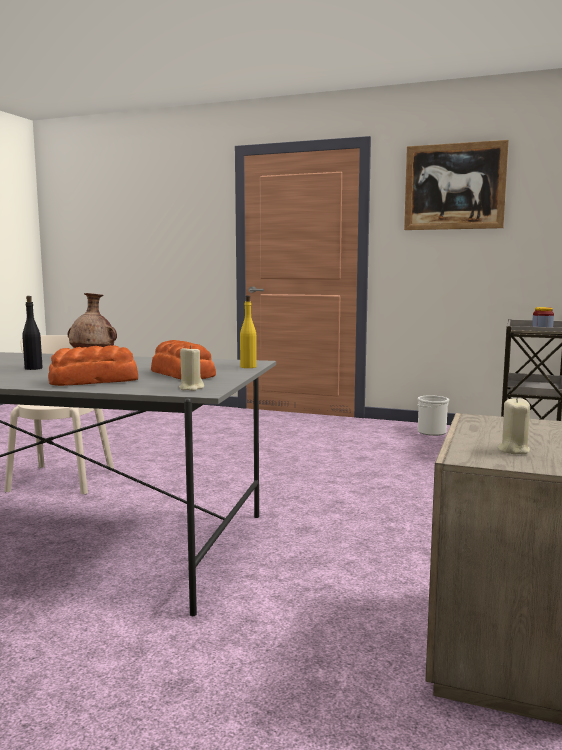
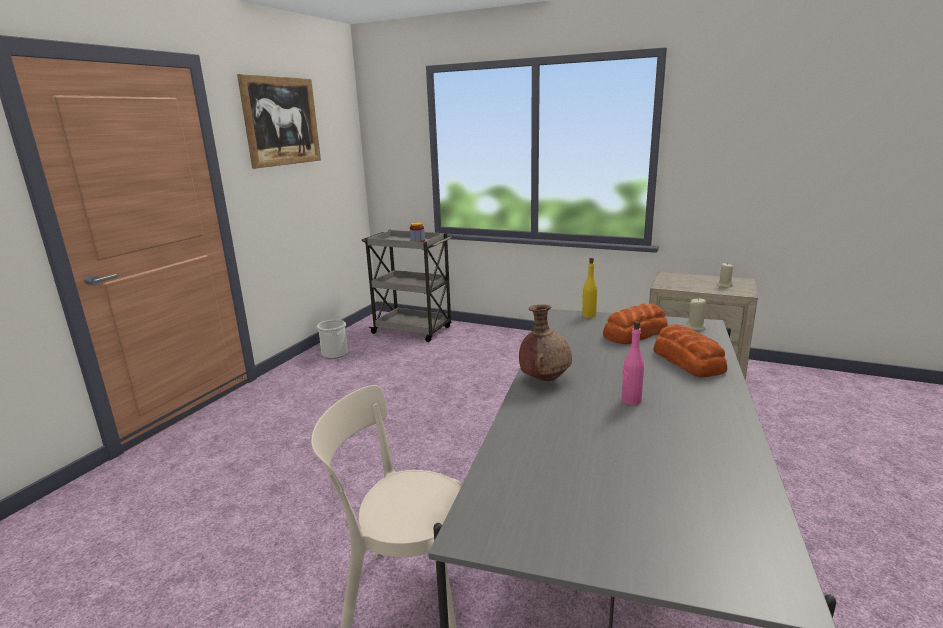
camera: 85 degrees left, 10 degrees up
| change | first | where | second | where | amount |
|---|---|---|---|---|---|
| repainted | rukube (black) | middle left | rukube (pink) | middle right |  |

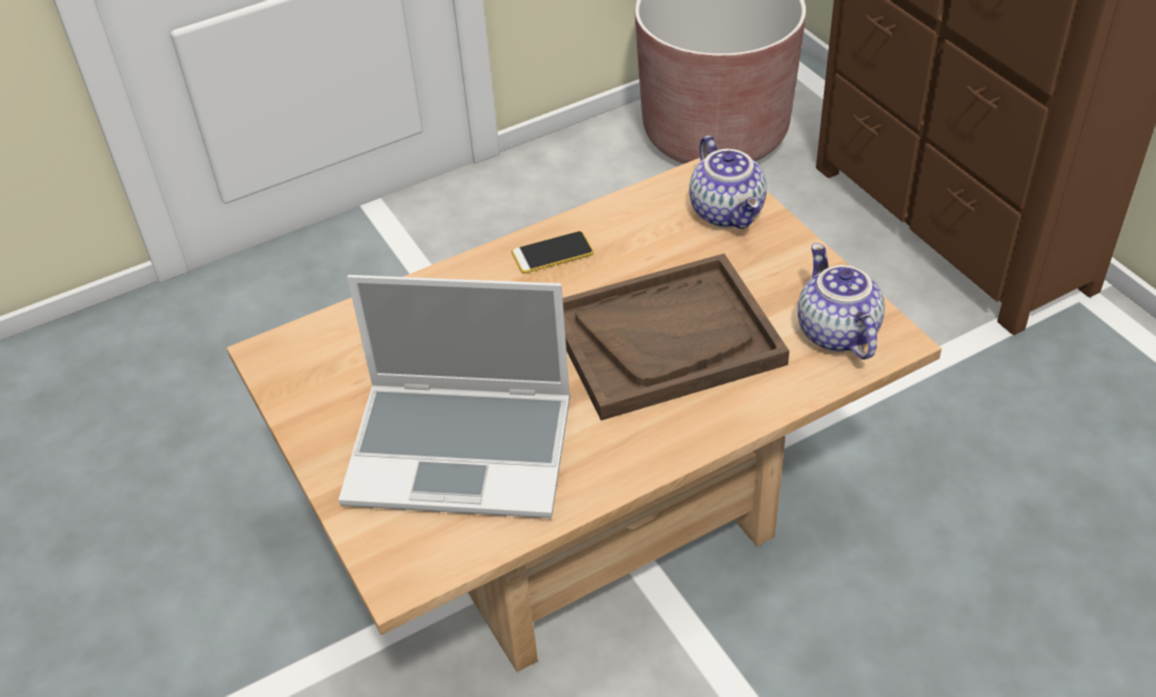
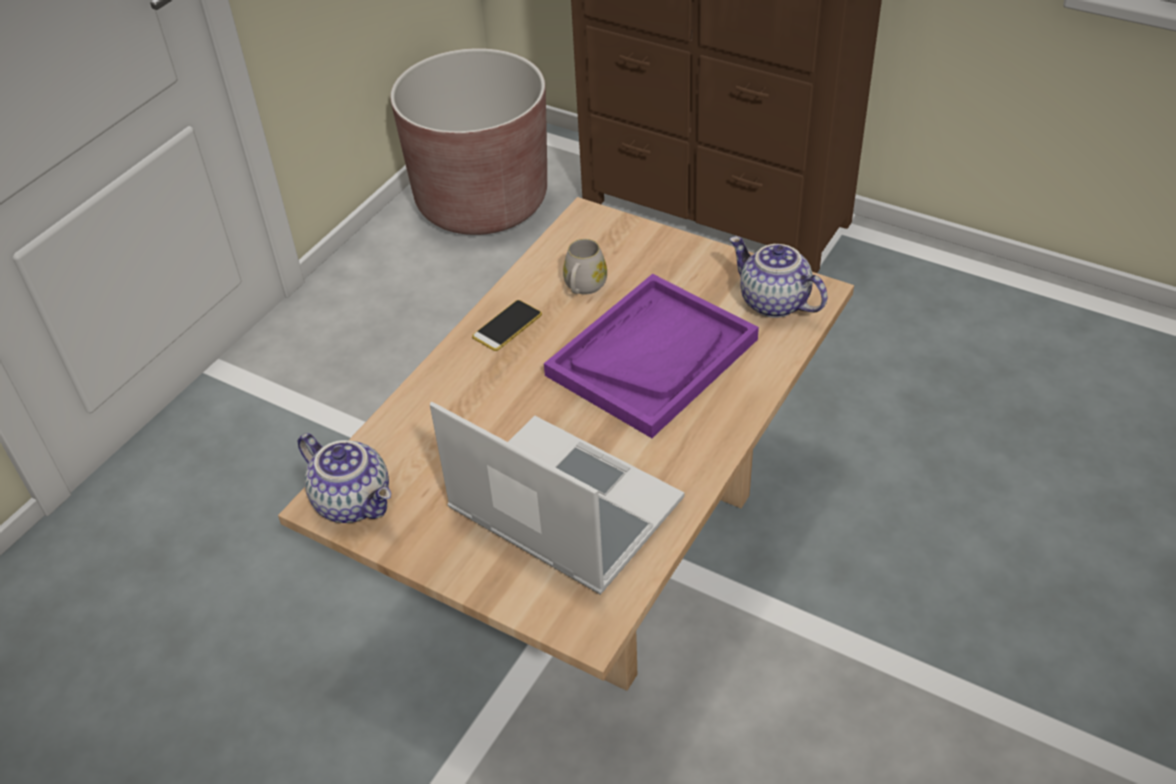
camera: 30 degrees left, 0 degrees up
| change | first | where | second | where | amount |
|---|---|---|---|---|---|
| rotated | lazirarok | centre |  | centre | 120 degrees counterclockwise |
| repainted | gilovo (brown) | centre | gilovo (purple) | centre |  |
| shifted | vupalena (no. 1 from left) | top centre |  | middle left |  |
| new |  |  | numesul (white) | centre |  |

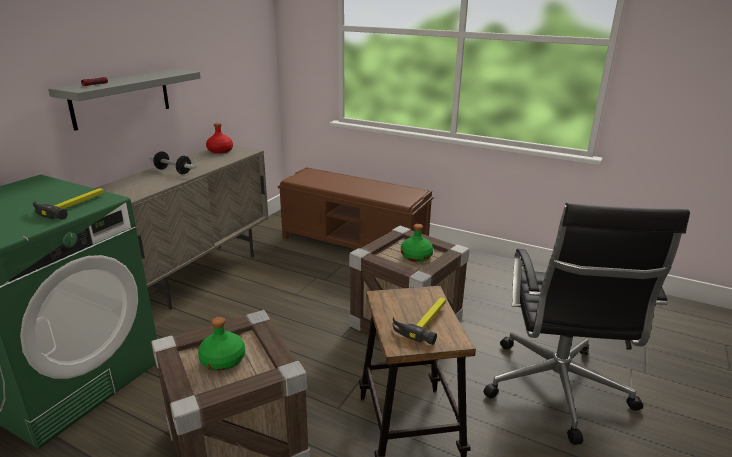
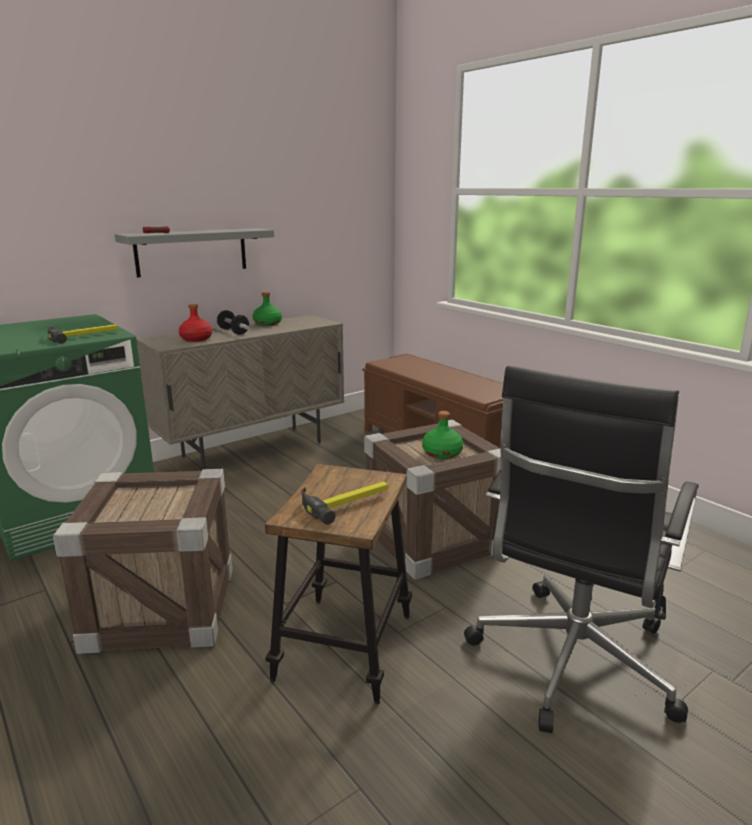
camera: 25 degrees right, 5 degrees down
| change | first | where | second | where | amount |
|---|---|---|---|---|---|
| shifted | rukube (green) (no. 1 from left) | bottom left |  | centre |  |
| shifted | rukube (red) | top left |  | middle left |  |

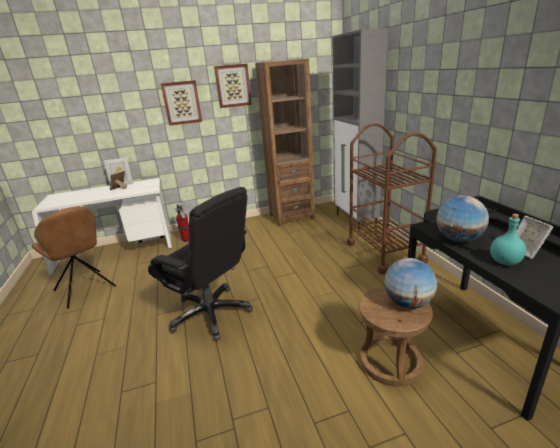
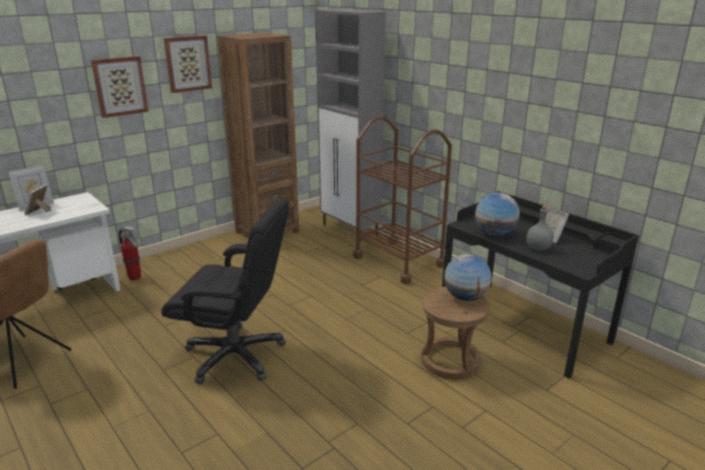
camera: 25 degrees left, 0 degrees up
| change | first | where | second | where | amount |
|---|---|---|---|---|---|
| repainted | rukube (turquoise) | middle right | rukube (grey) | middle right |  |

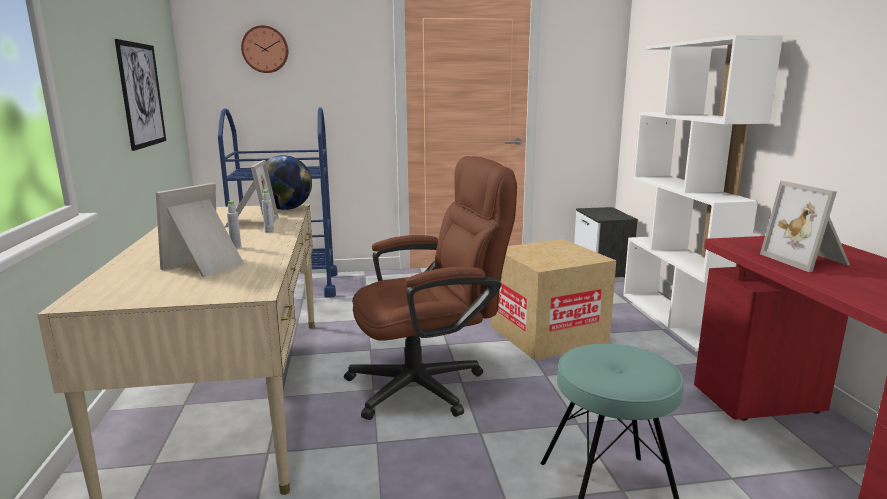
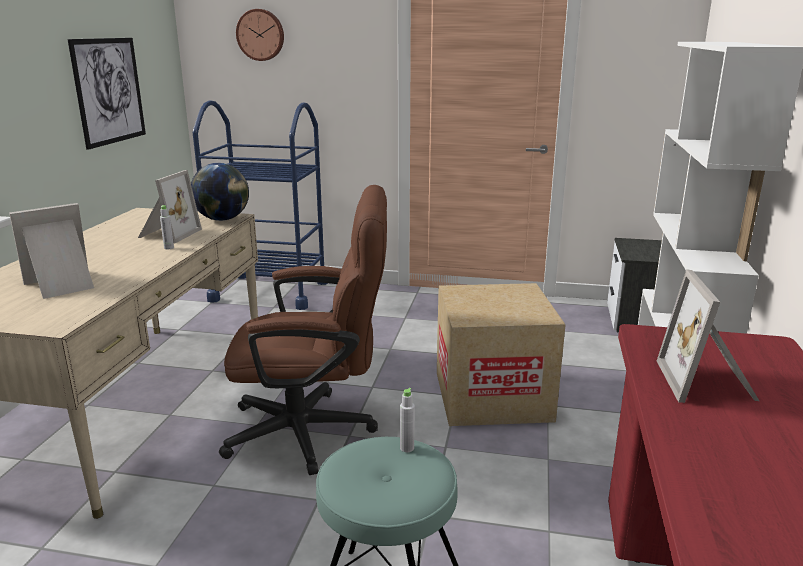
camera: 20 degrees right, 5 degrees up
| change | first | where | second | where | amount |
|---|---|---|---|---|---|
| shifted | rukube (grey) (no. 1 from left in the first image) | middle left | rukube (grey) (no. 2 from left) | bottom centre |  |

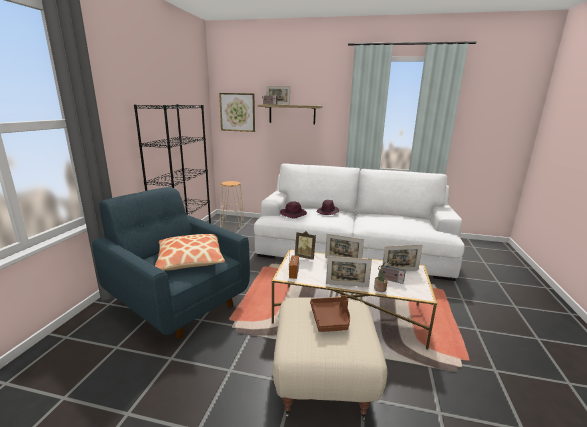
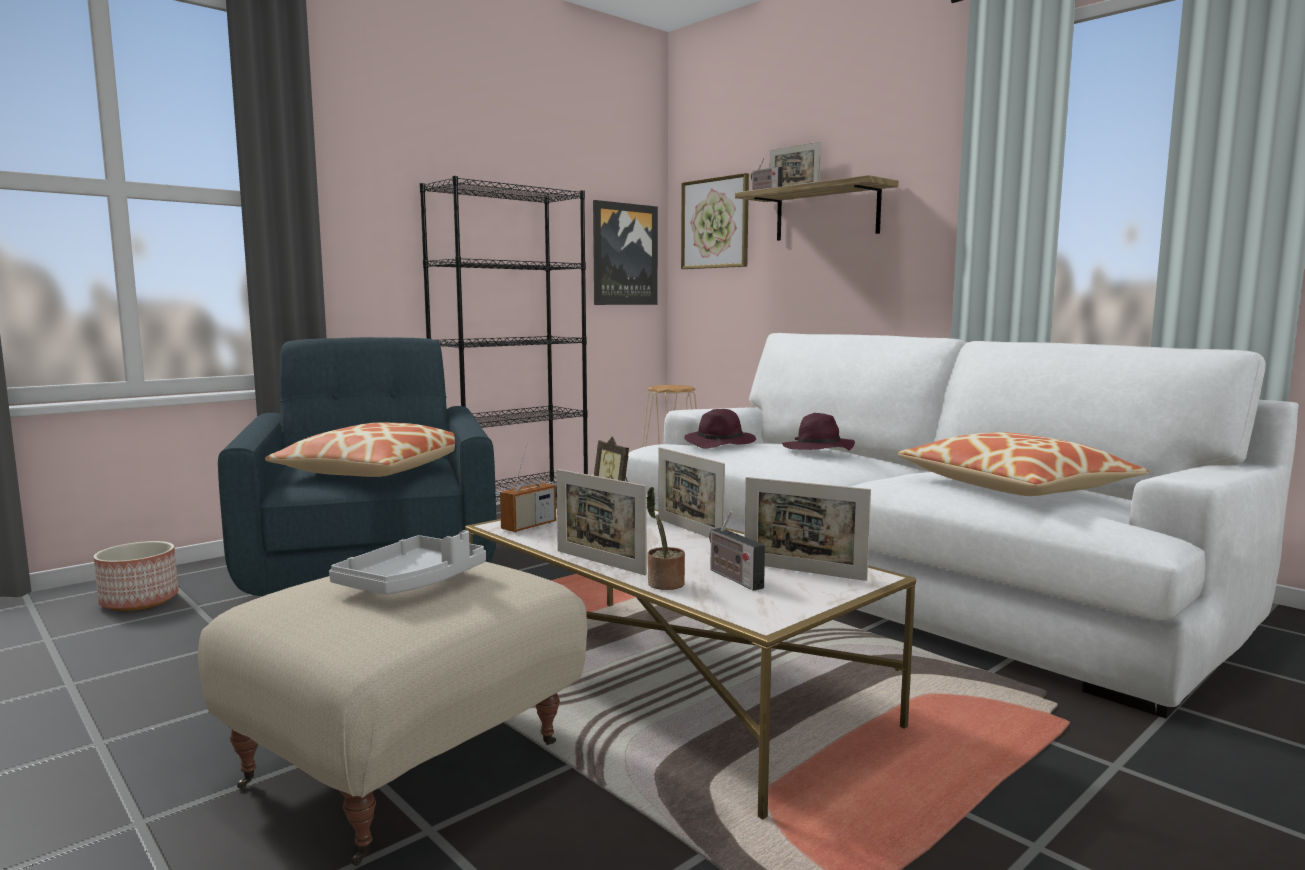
camera: 35 degrees right, 10 degrees down
| change | first | where | second | where | amount |
|---|---|---|---|---|---|
| repainted | gilovo (brown) | bottom centre | gilovo (grey) | middle left |  |
| new |  |  | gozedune | middle left |  |
| new |  |  | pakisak (no. 1 from left) | top centre |  |
| new |  |  | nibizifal (no. 2 from left) | middle right |  |

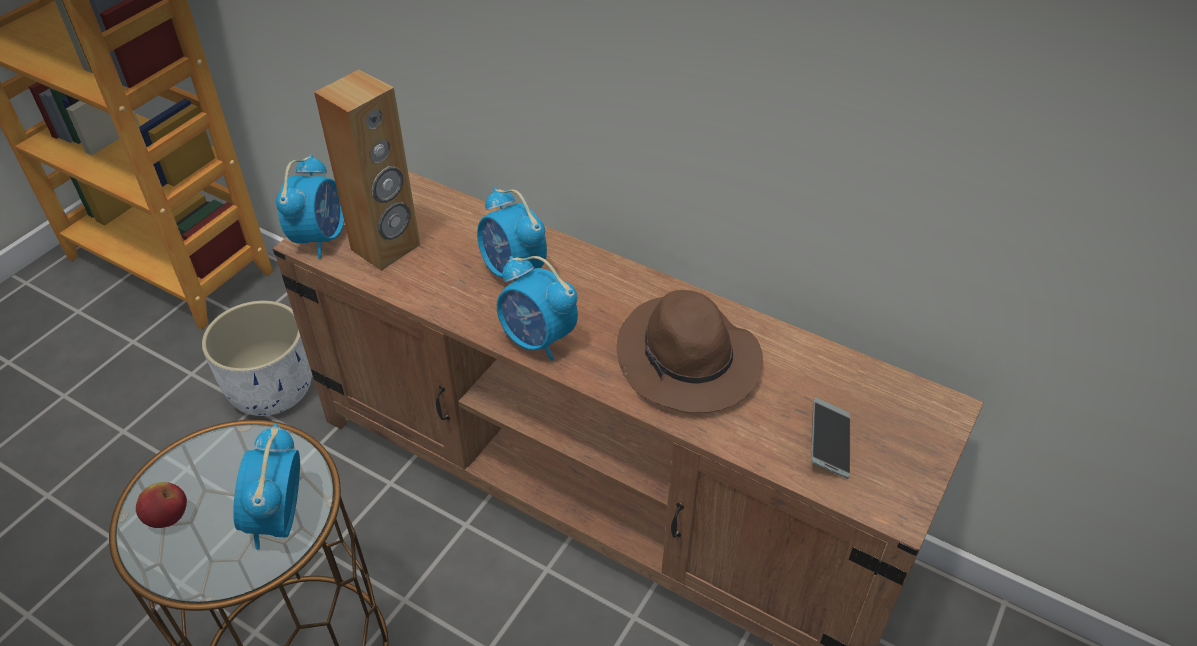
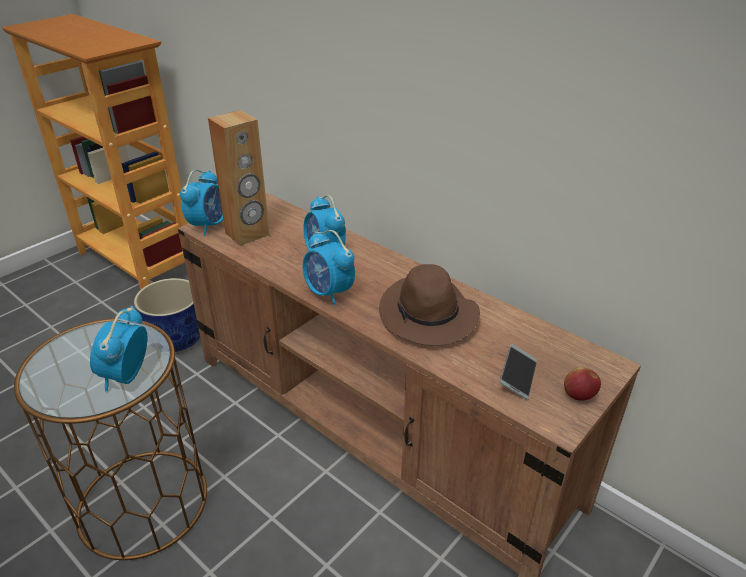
camera: 10 degrees right, 10 degrees down
| change | first | where | second | where | amount |
|---|---|---|---|---|---|
| shifted | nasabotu | bottom left |  | middle right |  |
| repainted | gozedune (white) | middle left | gozedune (blue) | middle left |  |

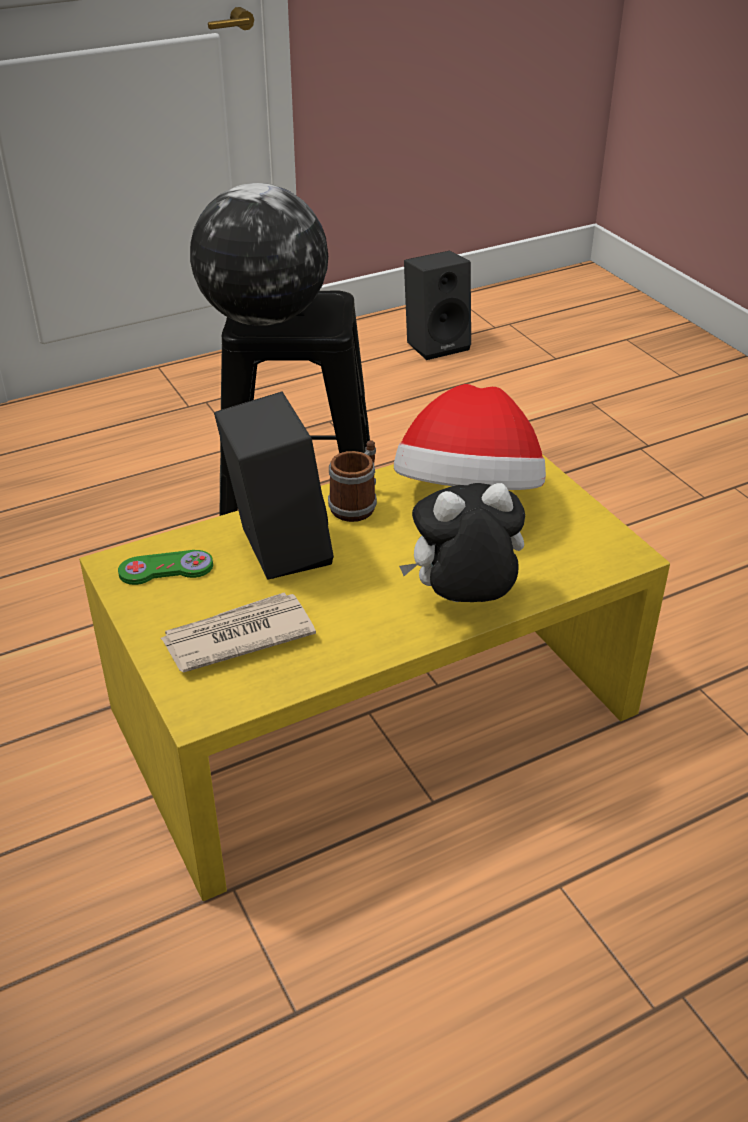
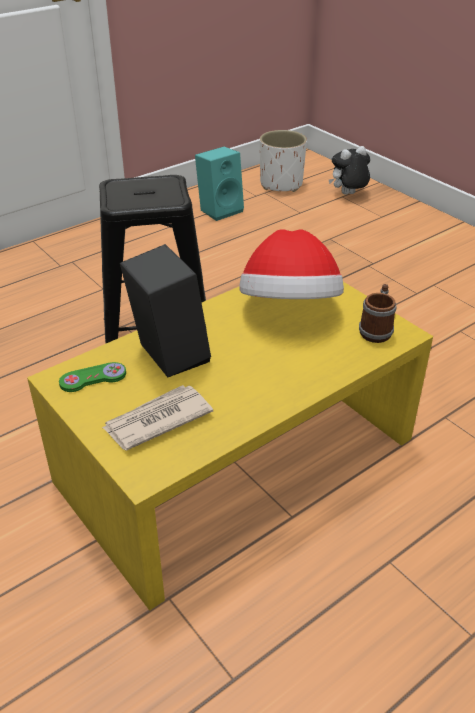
camera: 10 degrees left, 0 degrees up
| change | first | where | second | where | amount |
|---|---|---|---|---|---|
| gone | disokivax | top centre |  |  |  |
| shifted | numesul | centre |  | middle right |  |
| shifted | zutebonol | centre |  | top right |  |
| repainted | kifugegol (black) (no. 2 from left) | top centre | kifugegol (turquoise) | top centre |  |
| new |  |  | gozedune (white) | top centre |  |

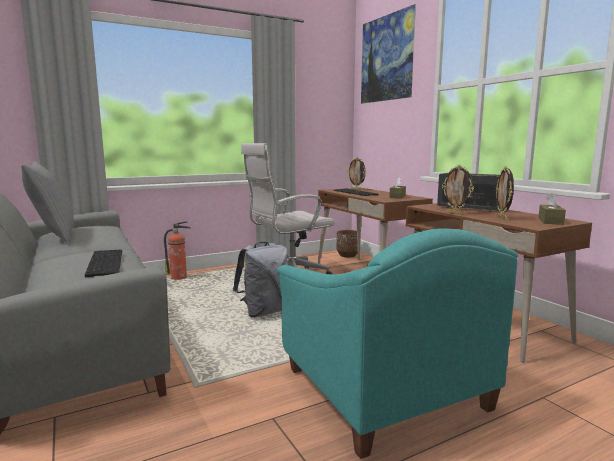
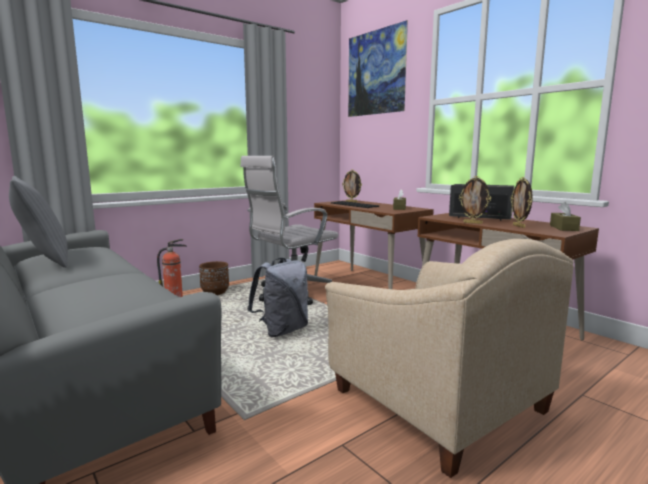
camera: 10 degrees left, 0 degrees up
| change | first | where | second | where | amount |
|---|---|---|---|---|---|
| gone | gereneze (no. 1 from left) | middle left |  |  |  |
| repainted | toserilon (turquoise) | bottom centre | toserilon (beige) | bottom right |  |
| shifted | gozedune (brown) | centre |  | middle left |  |

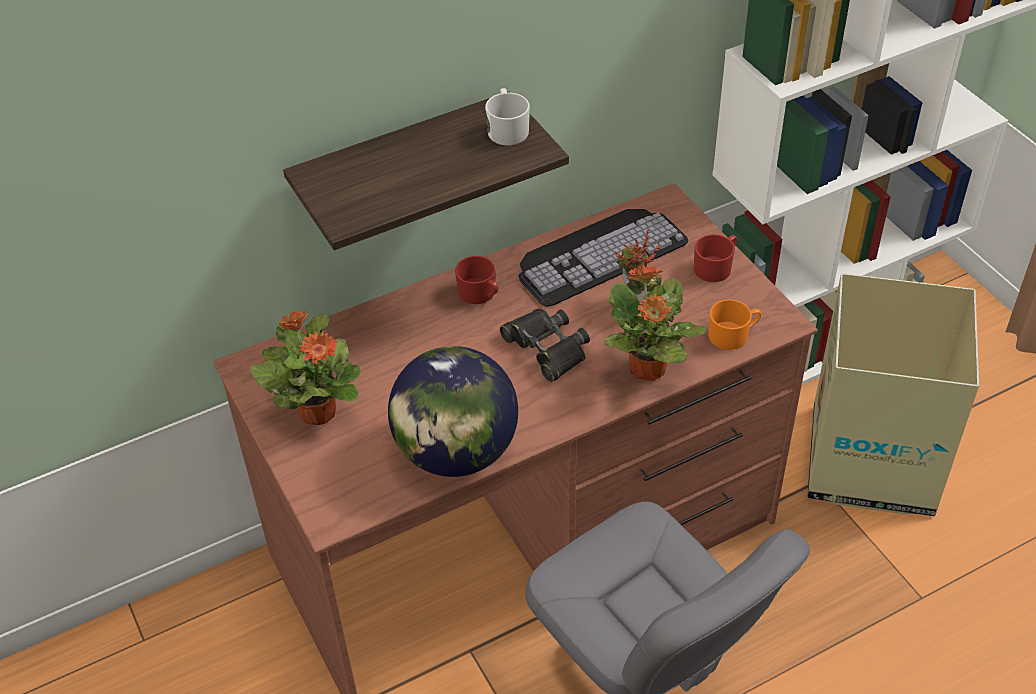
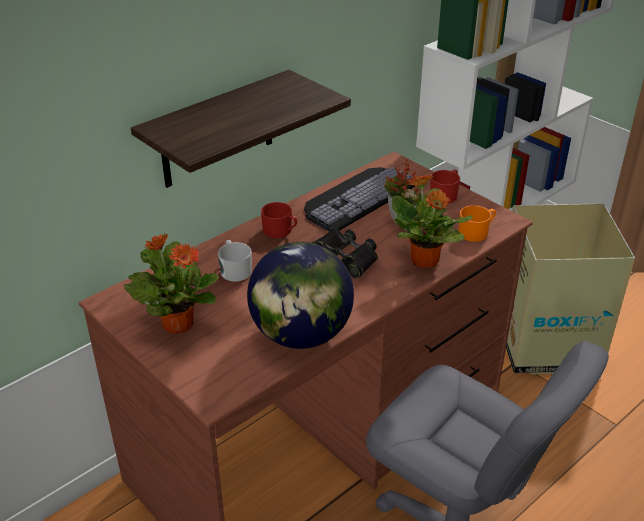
camera: 15 degrees left, 10 degrees down
| change | first | where | second | where | amount |
|---|---|---|---|---|---|
| shifted | numesul (white) | top centre |  | centre |  |

